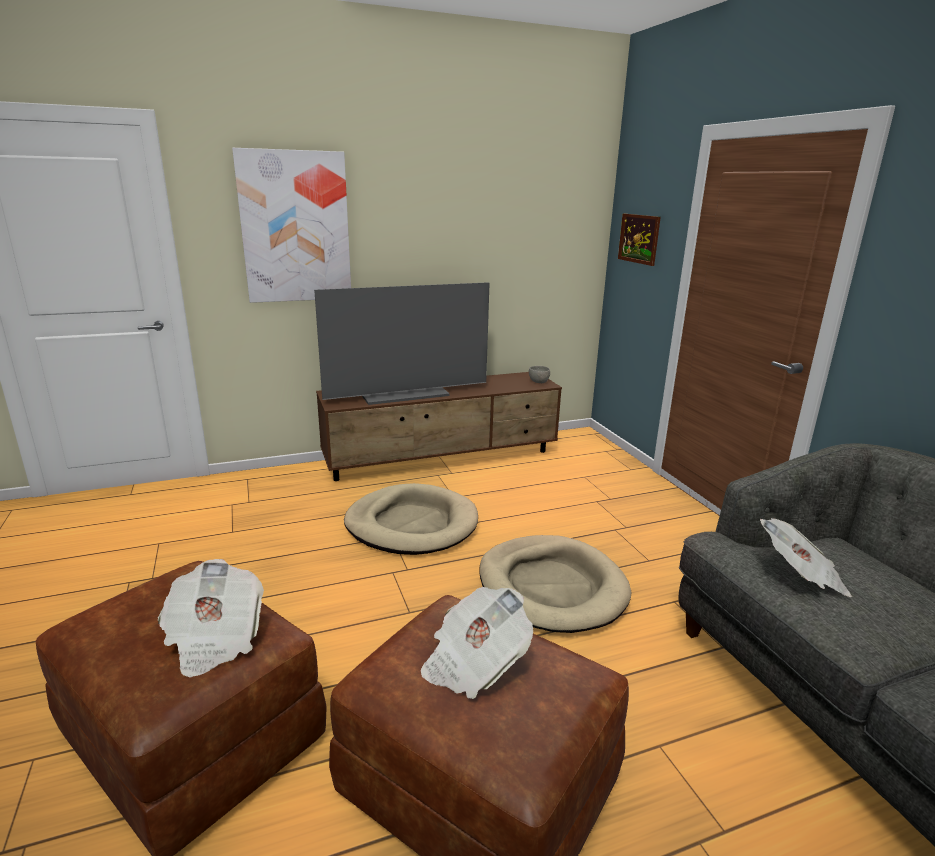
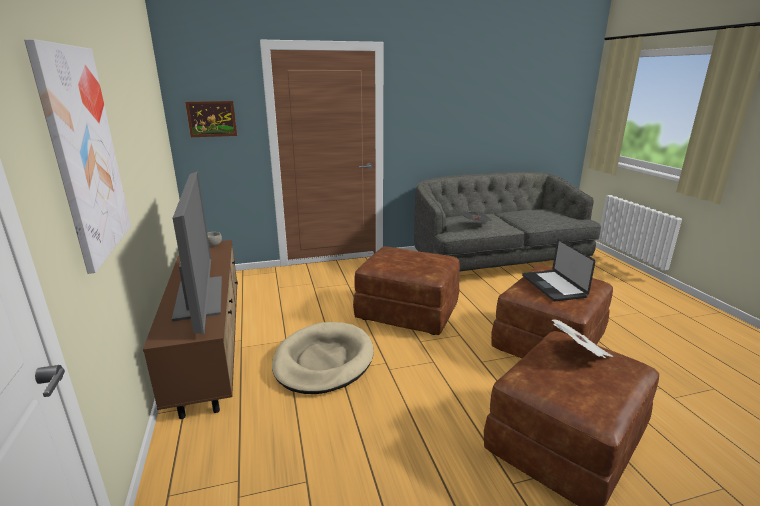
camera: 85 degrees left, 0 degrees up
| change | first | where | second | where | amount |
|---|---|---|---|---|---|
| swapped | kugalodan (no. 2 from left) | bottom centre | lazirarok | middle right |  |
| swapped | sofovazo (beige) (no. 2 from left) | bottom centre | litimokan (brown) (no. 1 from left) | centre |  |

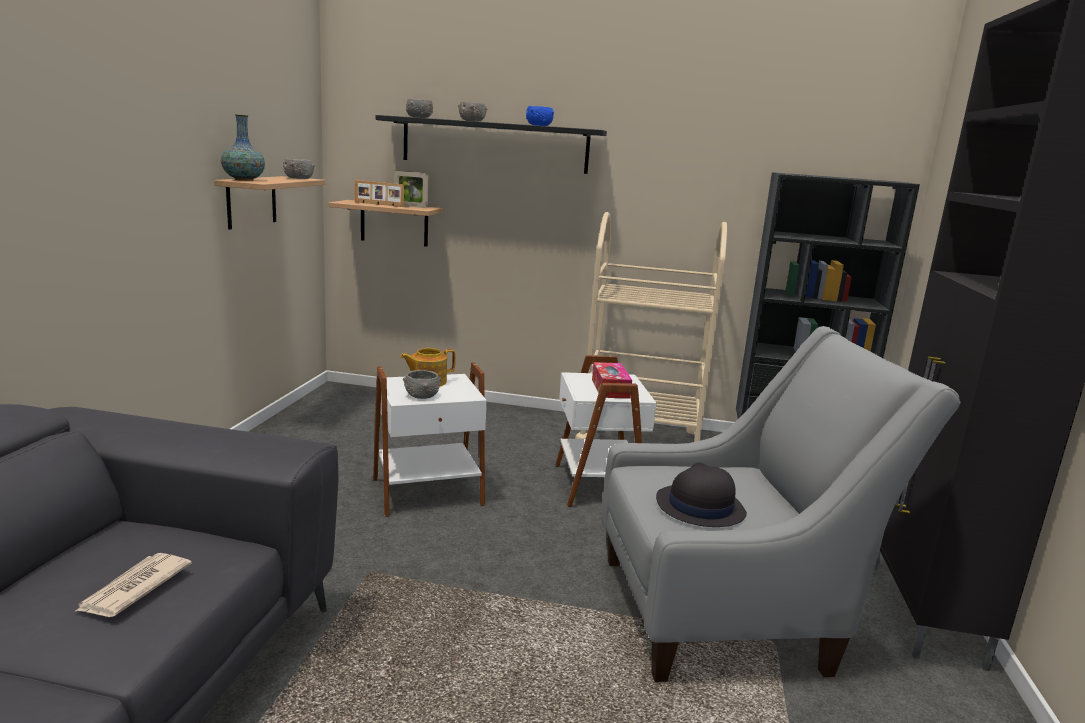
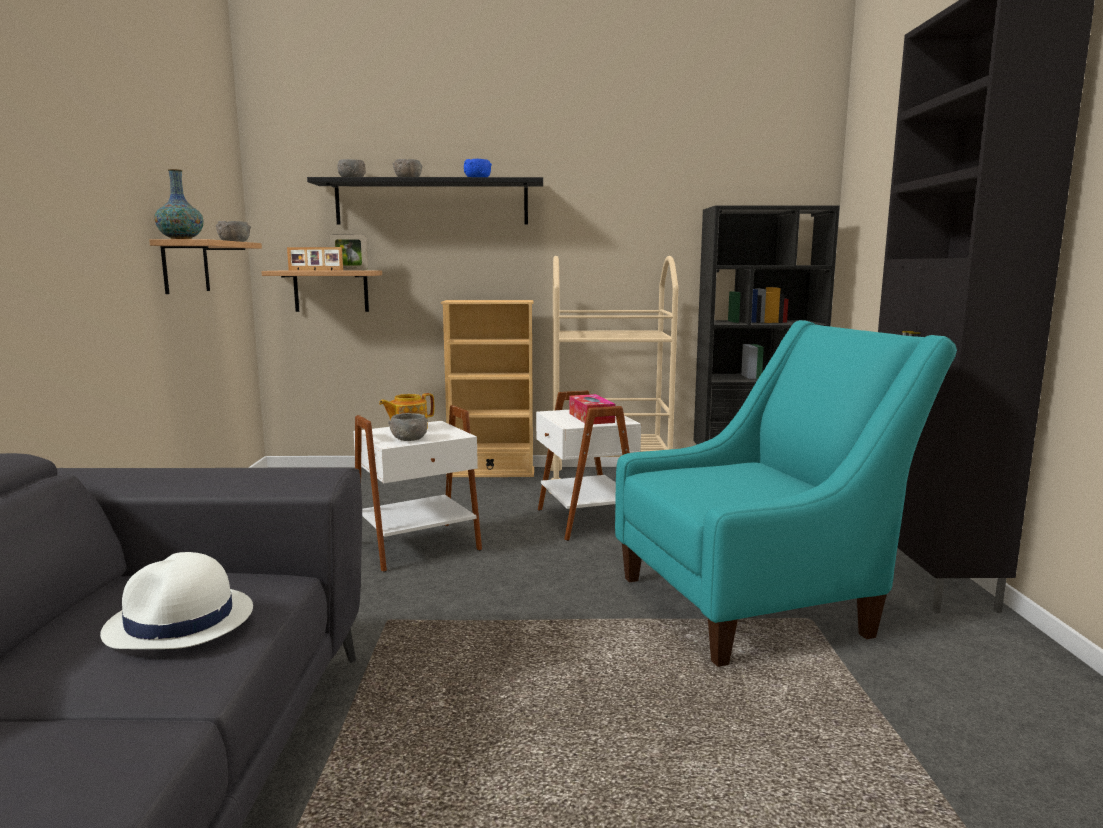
camera: 10 degrees left, 5 degrees down
| change | first | where | second | where | amount |
|---|---|---|---|---|---|
| swapped | kugalodan | bottom left | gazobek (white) | bottom left |  |
| repainted | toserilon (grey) | bottom right | toserilon (turquoise) | middle right |  |
| gone | gazobek (black) | bottom centre |  |  |  |
| new |  |  | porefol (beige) | centre |  |

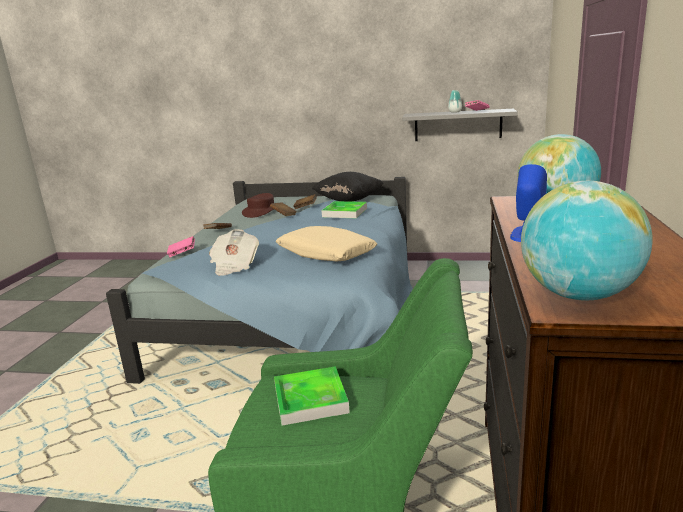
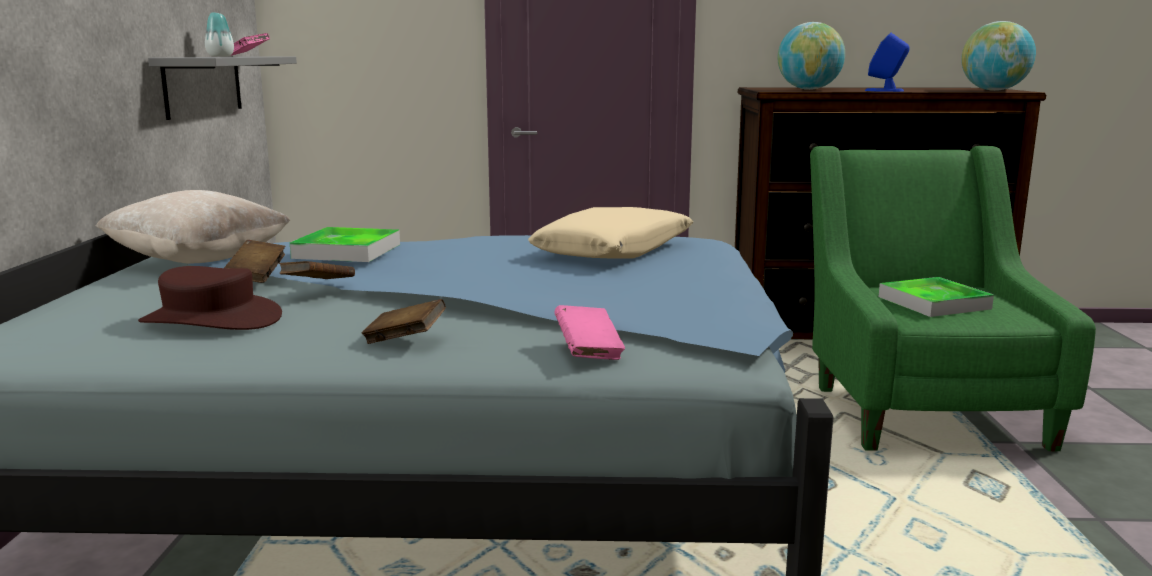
camera: 100 degrees left, 5 degrees down
| change | first | where | second | where | amount |
|---|---|---|---|---|---|
| gone | kugalodan | centre |  |  |  |
| repainted | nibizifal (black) | centre | nibizifal (beige) (no. 1 from left) | middle left |  |

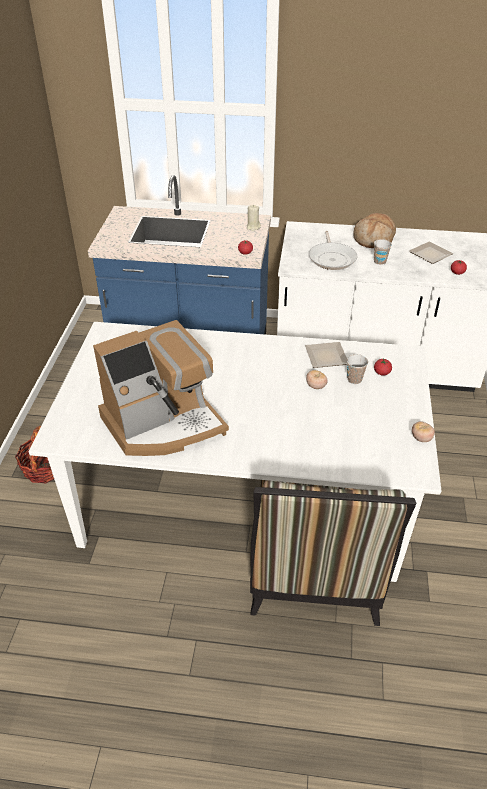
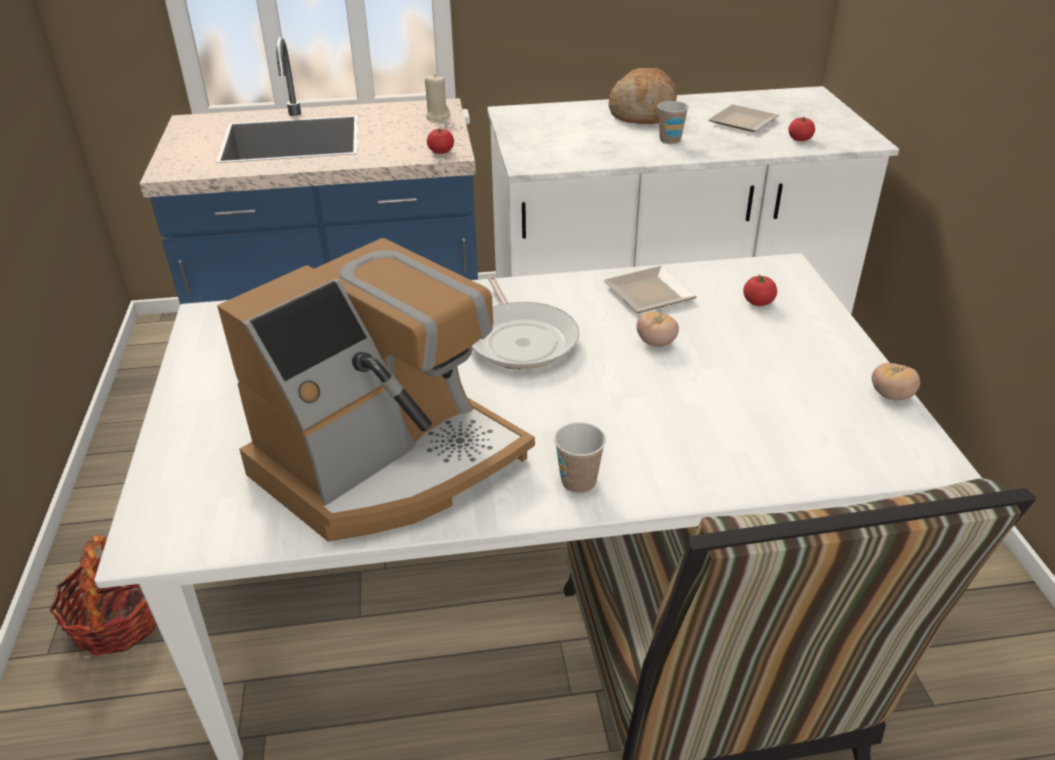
camera: 15 degrees left, 5 degrees down
| change | first | where | second | where | amount |
|---|---|---|---|---|---|
| shifted | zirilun | top right |  | centre |  |
| shifted | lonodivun (no. 1 from left) | middle right |  | centre |  |

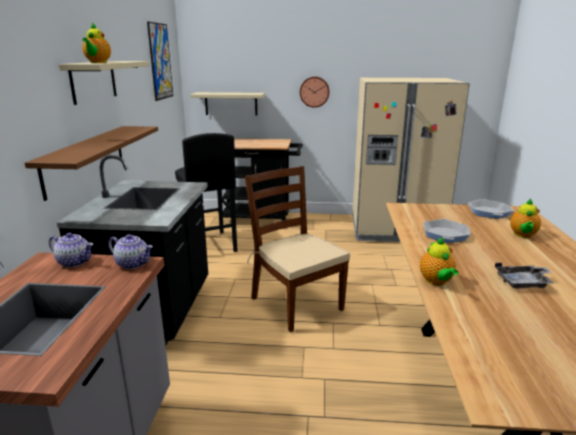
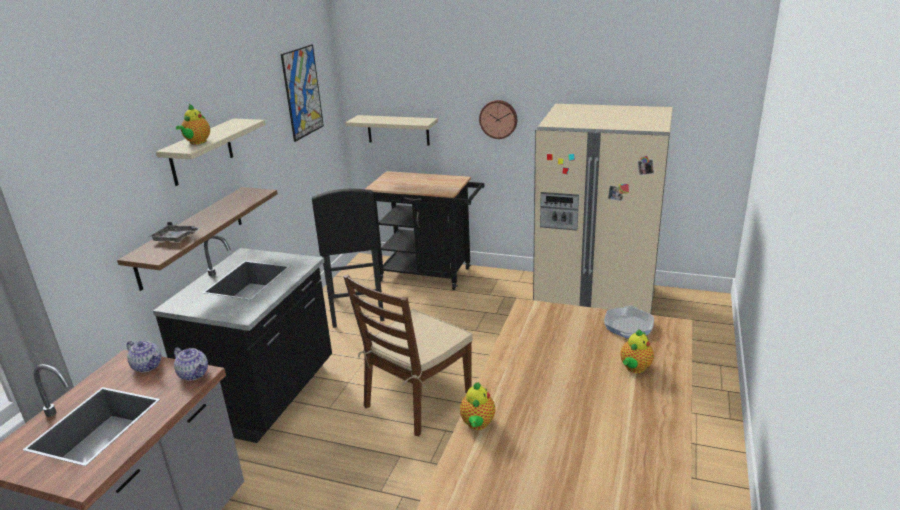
camera: 15 degrees right, 5 degrees up
| change | first | where | second | where | amount |
|---|---|---|---|---|---|
| rotated | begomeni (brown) | centre |  | bottom centre | 120 degrees counterclockwise |
| gone | zirilun (no. 1 from left) | middle right |  |  |  |
| shifted | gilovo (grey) | middle right |  | middle left |  |

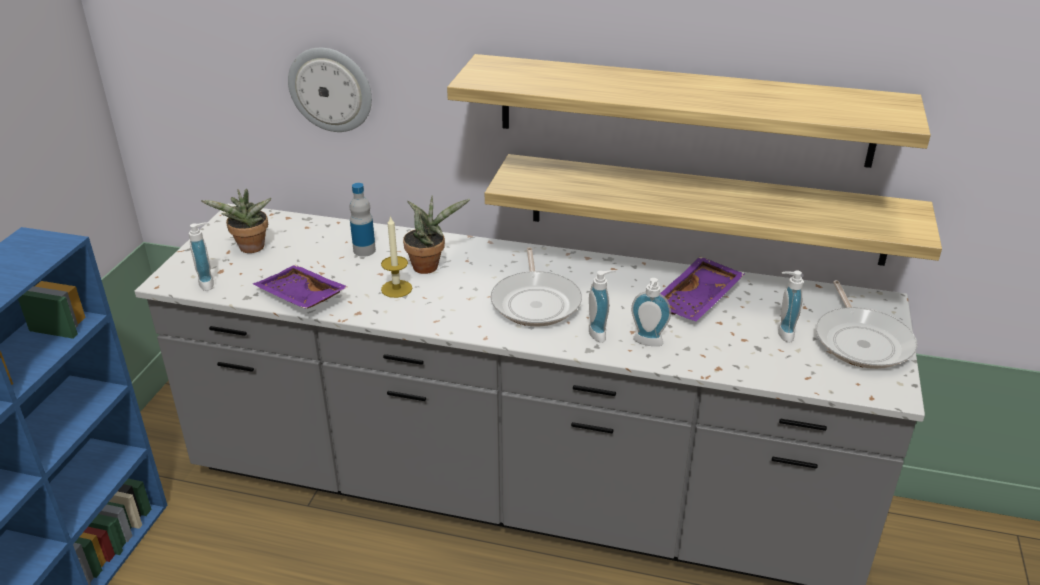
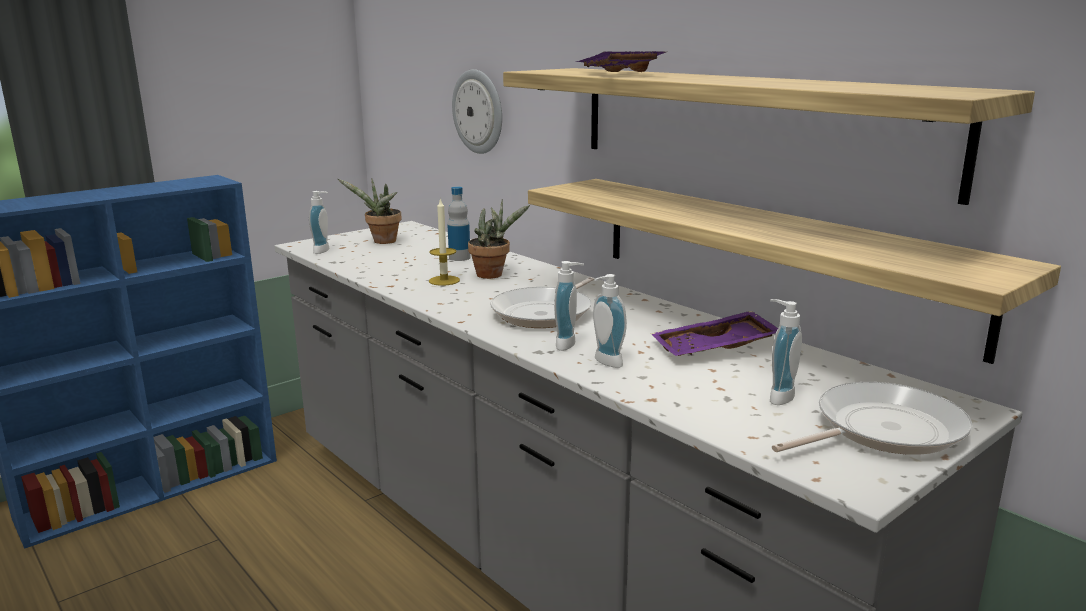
camera: 35 degrees right, 15 degrees down
| change | first | where | second | where | amount |
|---|---|---|---|---|---|
| shifted | gilovo (purple) (no. 1 from left) | middle left |  | top centre |  |
| rotated | zirilun (no. 2 from left) | middle right |  | bottom right | 150 degrees counterclockwise |

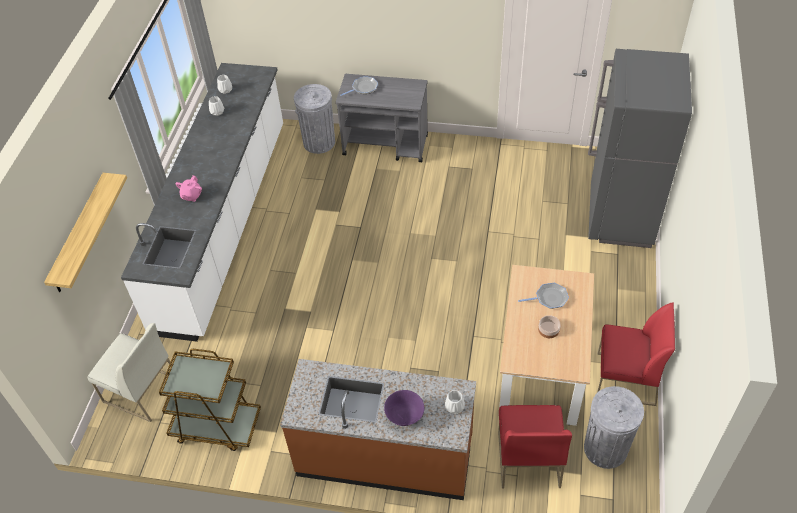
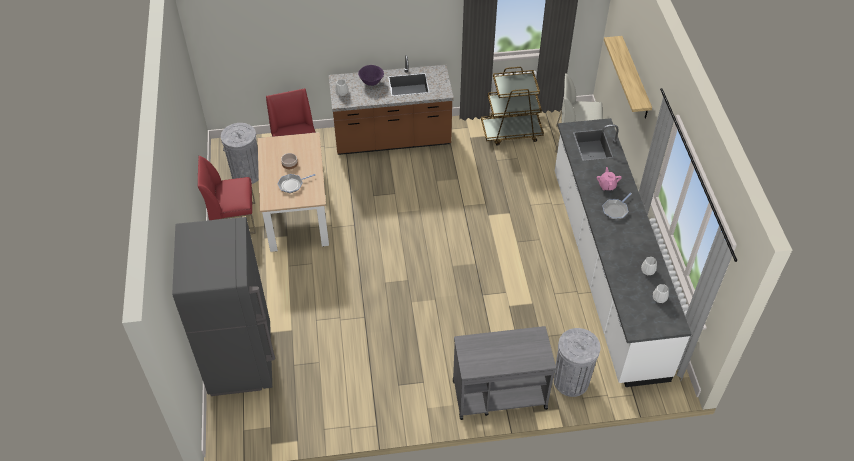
camera: 160 degrees right, 0 degrees up
| change | first | where | second | where | amount |
|---|---|---|---|---|---|
| shifted | zirilun (no. 1 from left in the first image) | top centre | zirilun (no. 2 from left) | middle right |  |

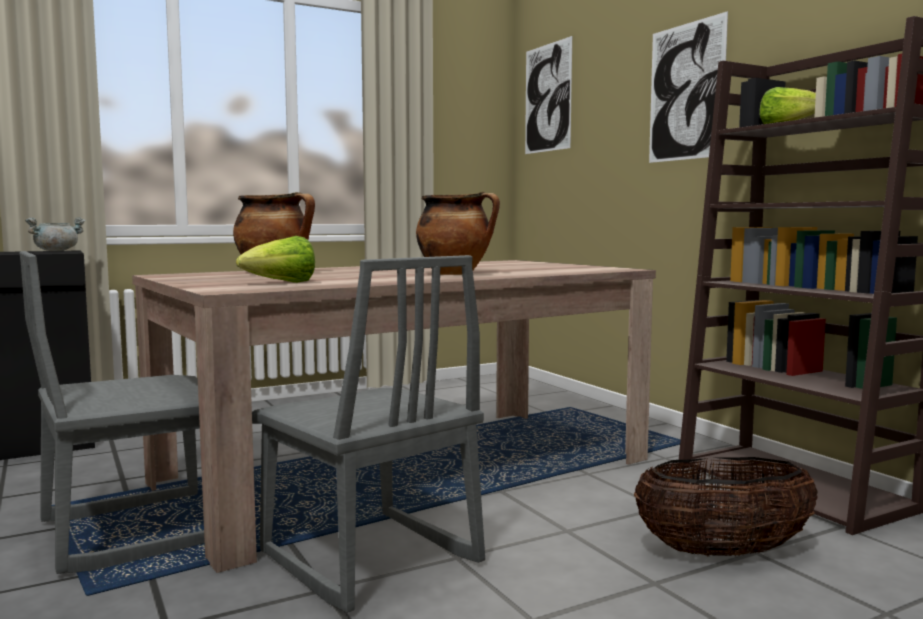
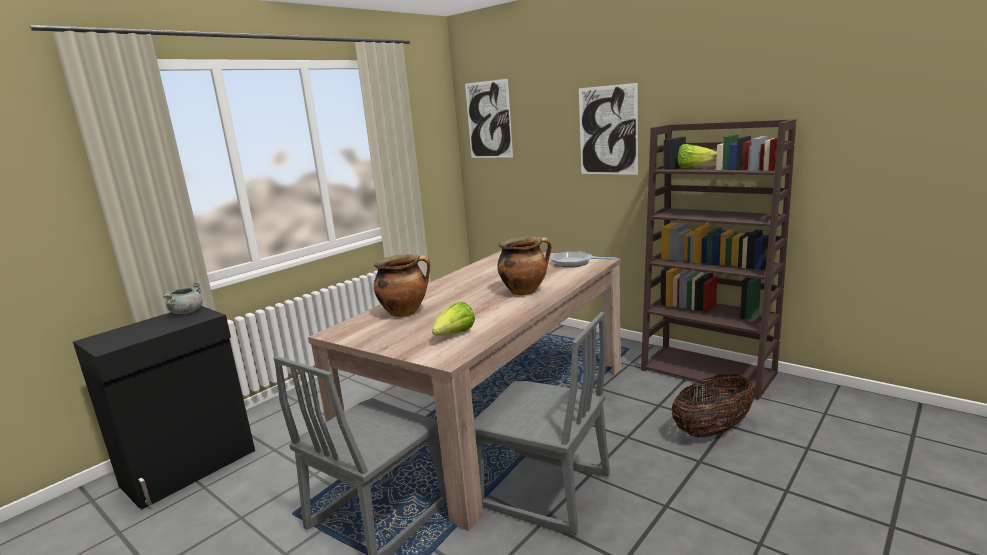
camera: 20 degrees left, 10 degrees up
| change | first | where | second | where | amount |
|---|---|---|---|---|---|
| new |  |  | zirilun | centre |  |

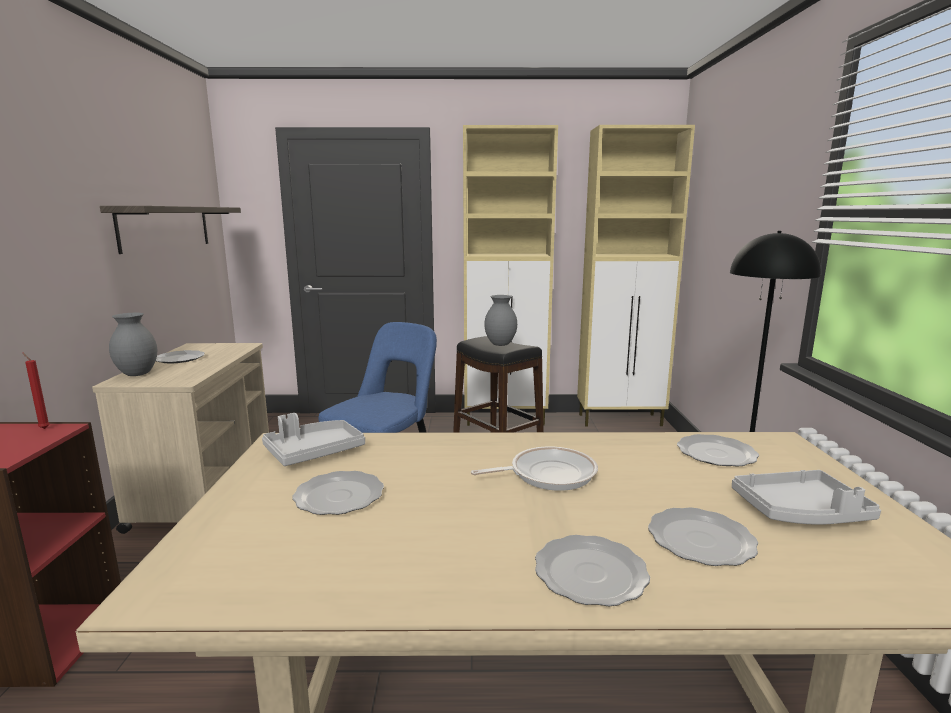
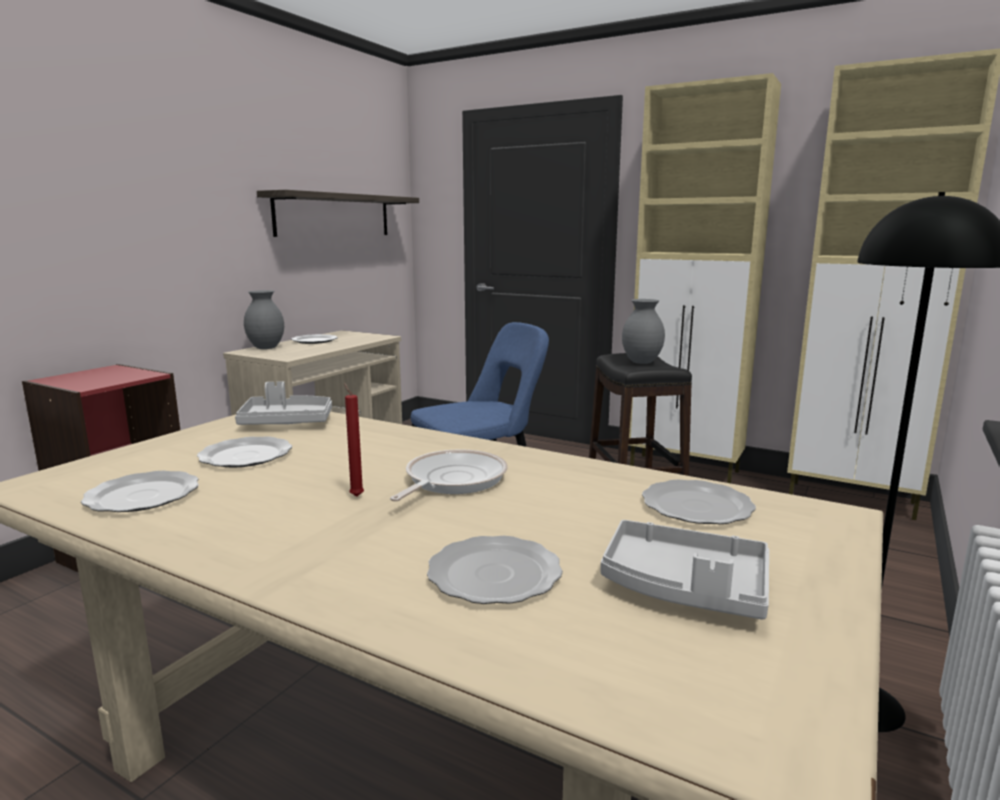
camera: 30 degrees right, 0 degrees up
| change | first | where | second | where | amount |
|---|---|---|---|---|---|
| shifted | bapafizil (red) | middle left |  | centre |  |
| rotated | zirilun | centre |  | centre | 75 degrees counterclockwise |
| shifted | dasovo (no. 3 from left in the first image) | bottom centre | dasovo (no. 1 from left) | middle left |  |

